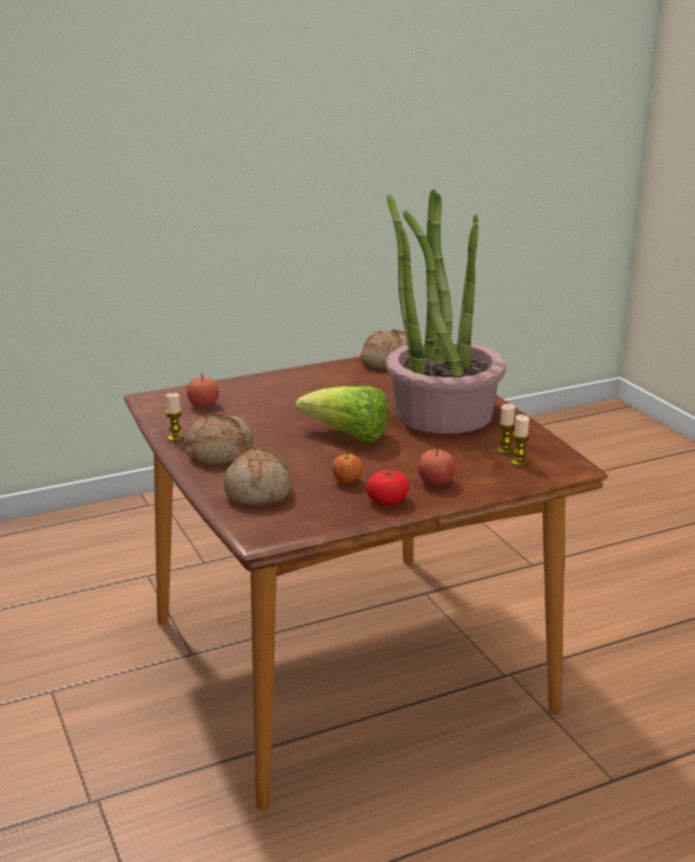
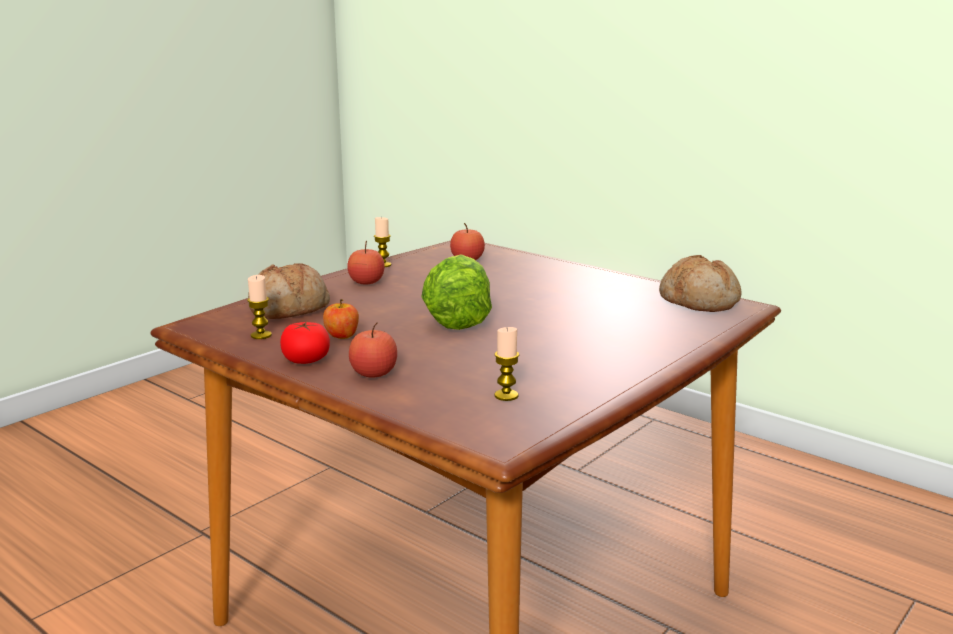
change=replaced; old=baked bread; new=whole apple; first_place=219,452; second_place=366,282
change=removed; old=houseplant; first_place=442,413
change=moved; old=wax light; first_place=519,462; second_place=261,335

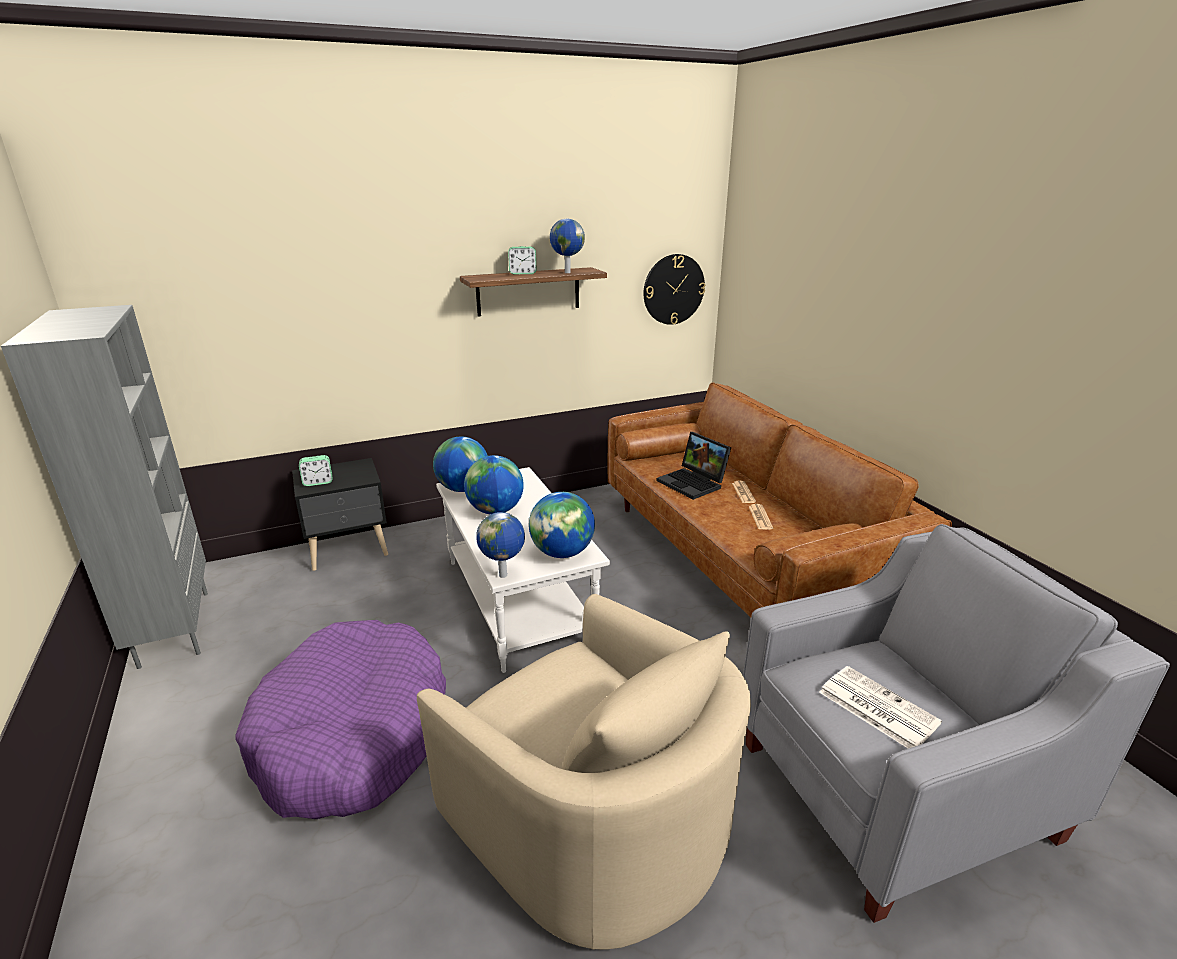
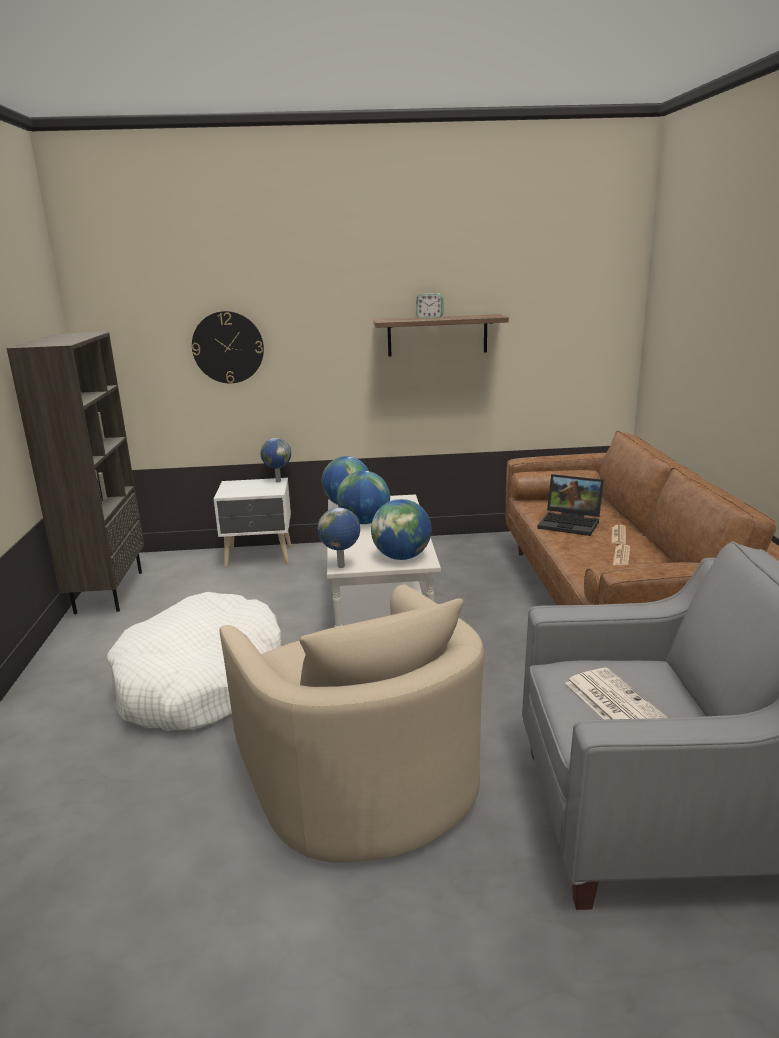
change=recoloured; old=bookshelf in greyish; new=bookshelf in brownish; first_place=173,628; second_place=108,591
change=recoloured; old=pet bed in purple-coloured; new=pet bed in whitish; first_place=353,734; second_place=201,681
change=recoloured; old=nightstand in blackish; new=nightstand in whitish; first_place=349,551; second_place=260,557
change=removed; old=table clock; first_place=318,482
change=moved; old=desk globe; first_place=567,272; second_place=278,481
change=moved; old=wall clock; first_place=673,289; second_place=228,347
change=turned; old=laptop; first_place=694,483; second_place=571,523; degrees=-45

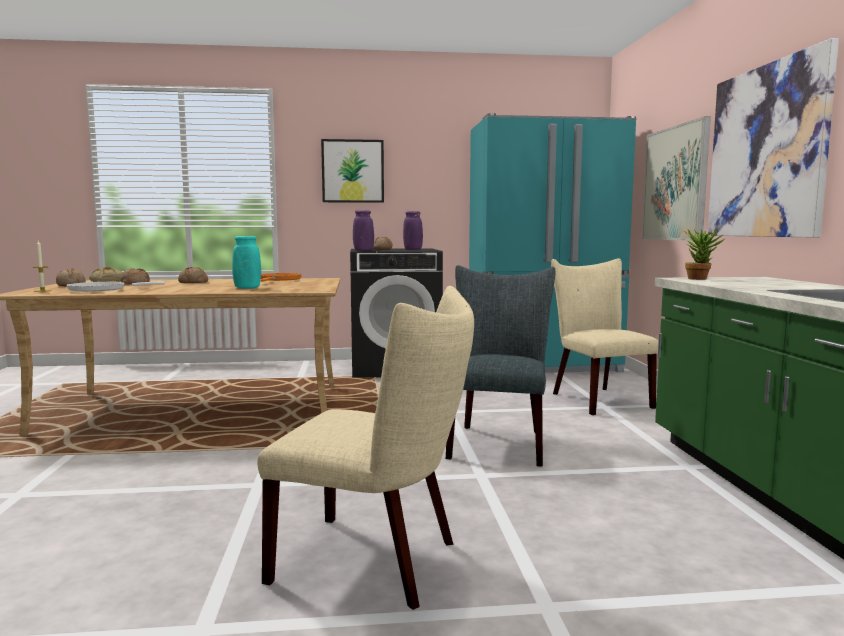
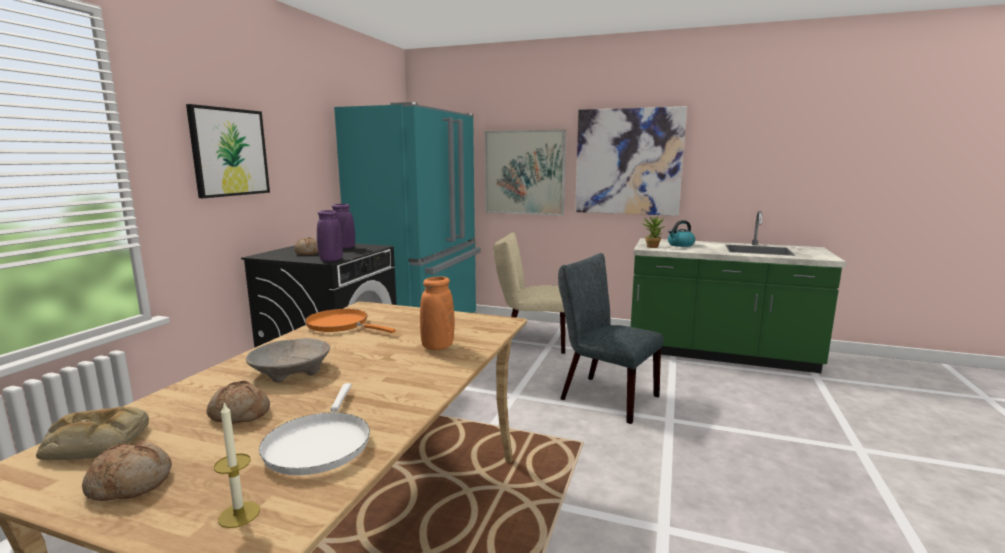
change=replaced; old=baked bread; new=deep dish in beige; first_place=193,282; second_place=290,371
change=recoloured; old=flower vase in turquoise-coloured; new=flower vase in orangey; first_place=247,288; second_place=437,346
change=removed; old=plain chair in beige; first_place=377,561
change=added; new=kettle; second_place=680,245

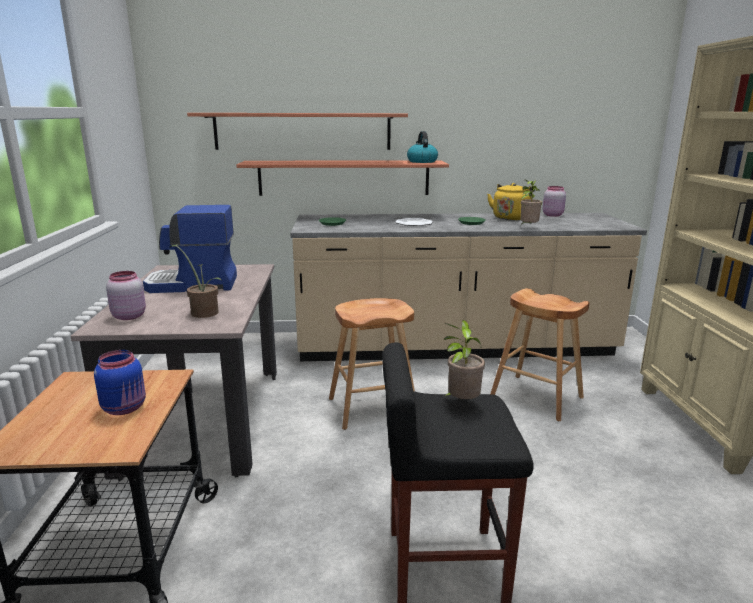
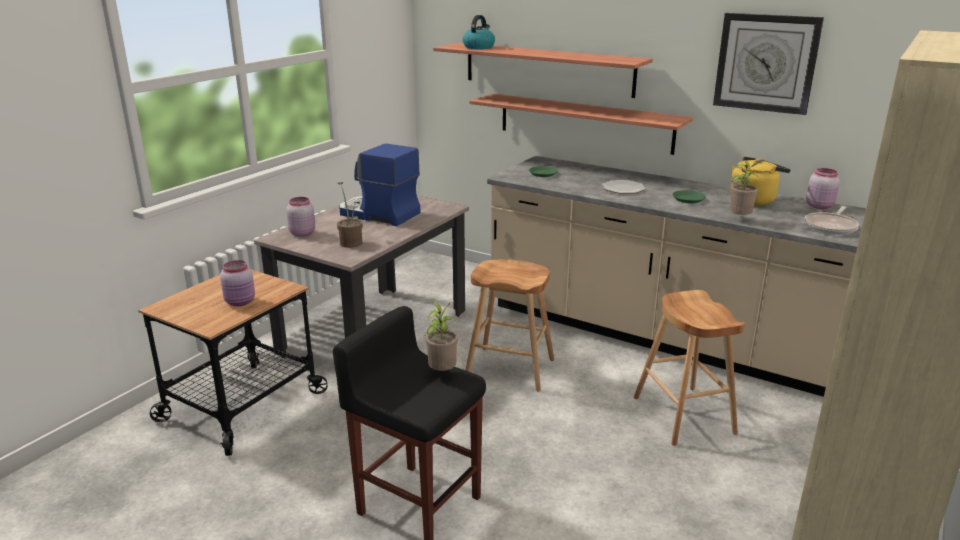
change=recoloured; old=preserve jar in blue-coloured; new=preserve jar in pink-coloured; first_place=125,408; second_place=241,302
change=moved; old=kettle; first_place=421,161; second_place=479,47
change=added; new=wall clock; second_place=766,63
change=added; new=pan; second_place=831,227

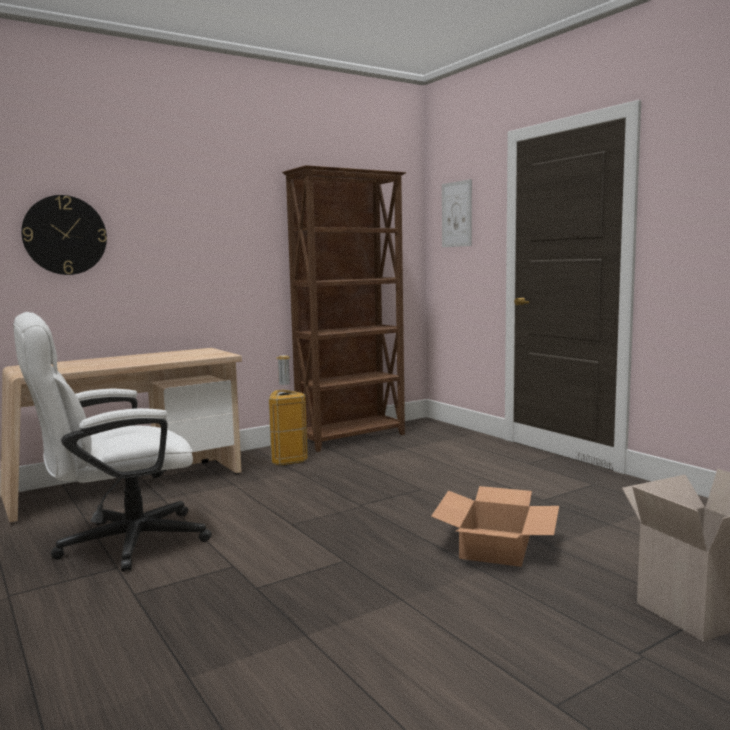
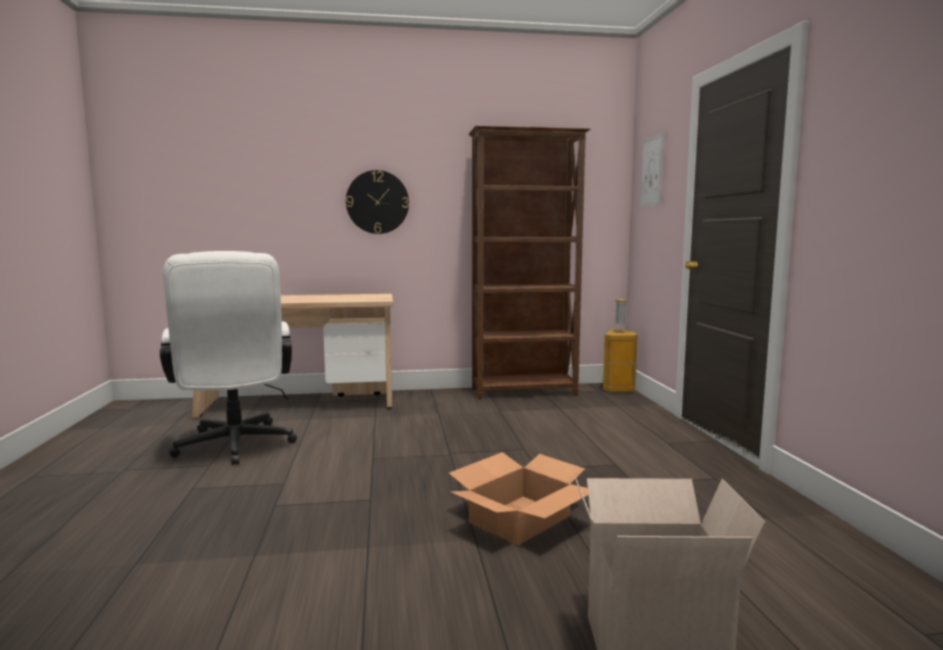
change=turned; old=office chair in whitish; first_place=118,544; second_place=235,447; degrees=-105
change=moved; old=wall clock; first_place=65,235; second_place=377,202
change=moved; old=rubbish bin; first_place=287,460; second_place=617,389

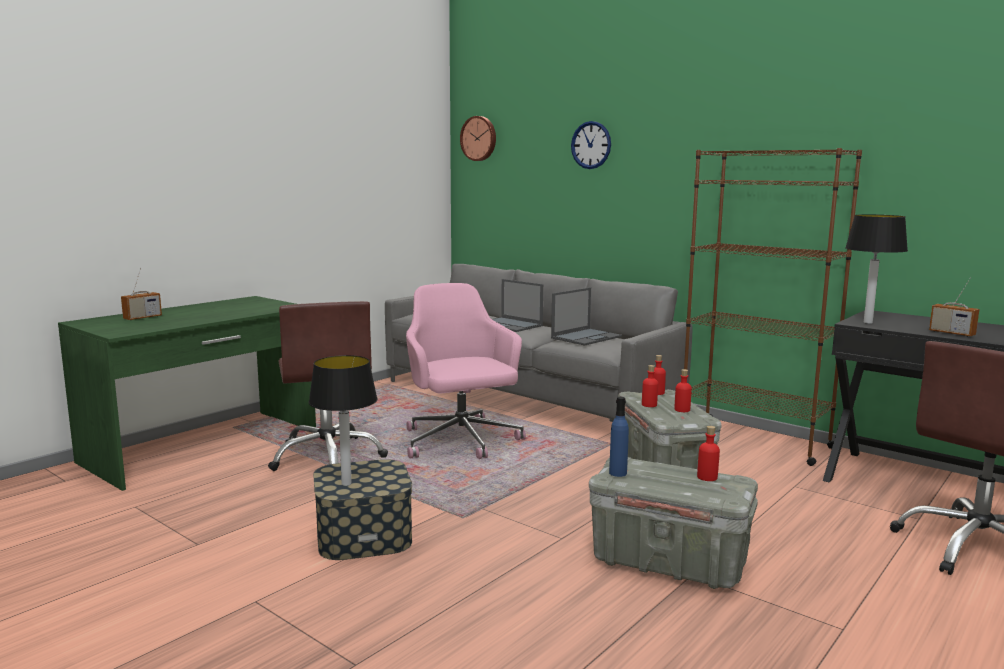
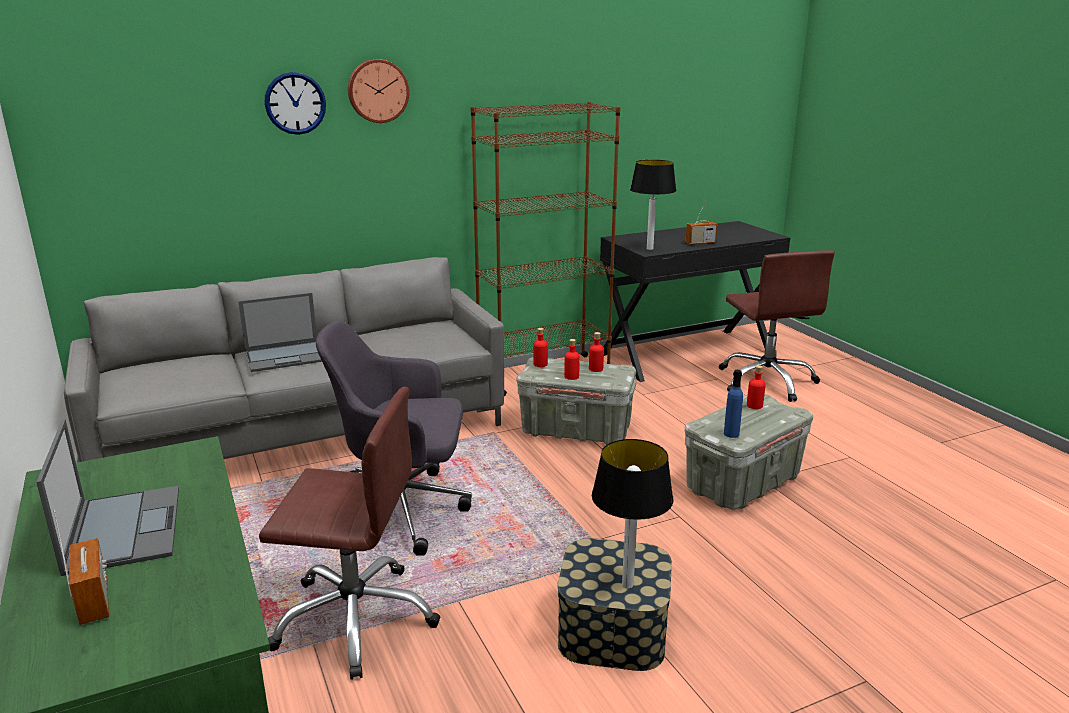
change=recoloured; old=office chair in pink-coloured; new=office chair in greyish; first_place=461,441; second_place=403,510
change=moved; old=wall clock; first_place=479,138; second_place=377,91
change=moved; old=laptop; first_place=586,337; second_place=124,528

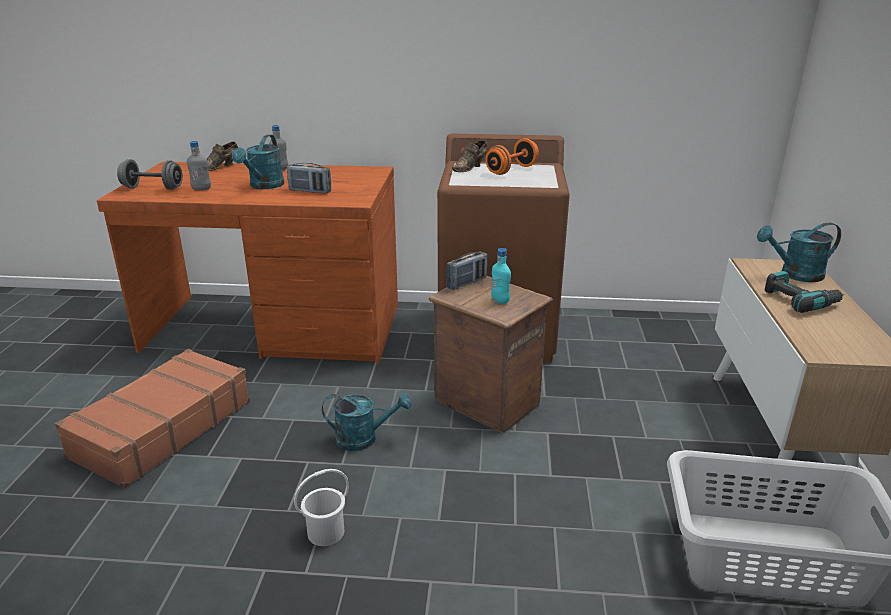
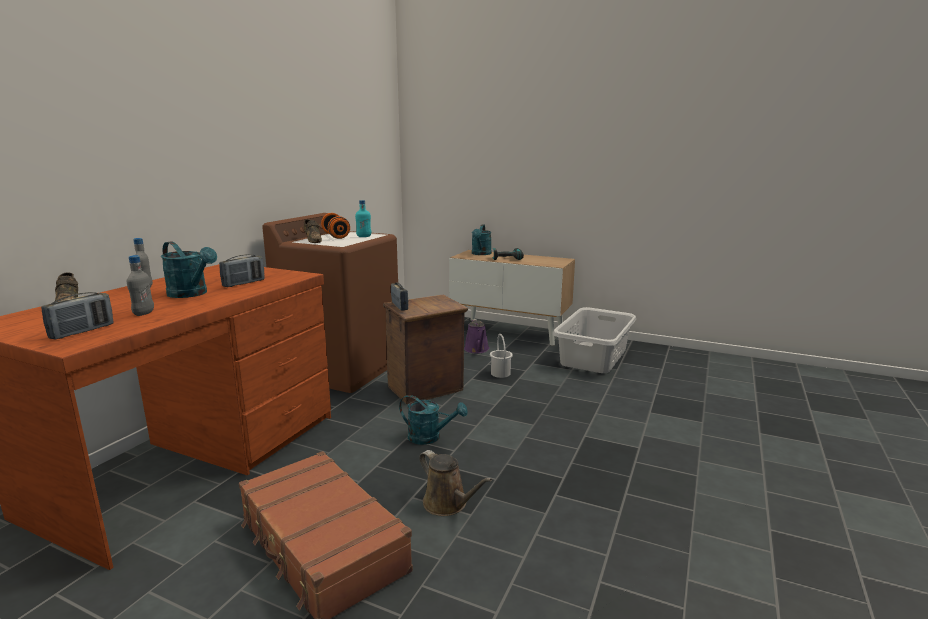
change=replaced; old=dumbbell in greyish; new=radio; first_place=153,188; second_place=82,331
change=moved; old=bucket in whitish; first_place=326,532; second_place=501,373
change=turned; old=watering can in turquoise-coloured; first_place=364,438; second_place=430,437; degrees=90
change=moved; old=beverage bottle in turquoise-coloured; first_place=500,301; second_place=364,236
change=added; new=watering can in brownish; second_place=448,504
change=added; new=watering can in purple-coloured; second_place=477,350

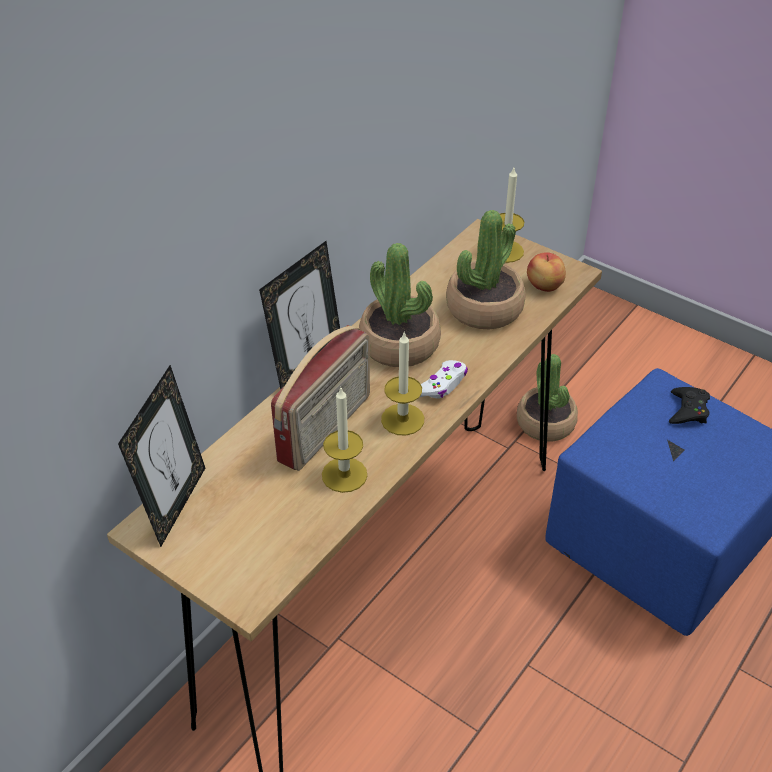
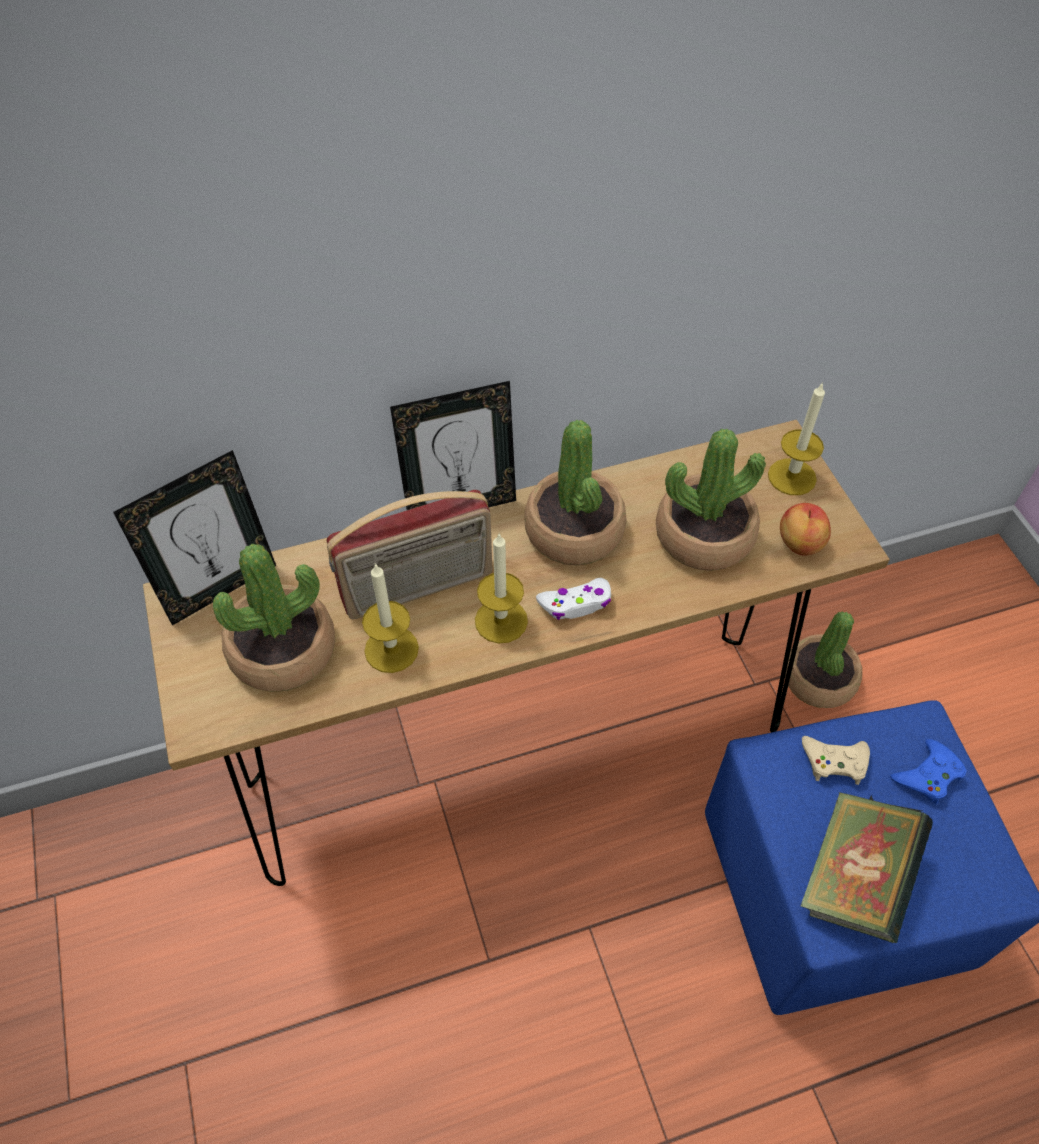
change=recoloured; old=gamepad in blackish; new=gamepad in blue-coloured; first_place=688,410; second_place=928,775
change=added; new=houseplant; second_place=283,651
change=added; new=book; second_place=854,879
change=added; new=gamepad in beige; second_place=834,762

